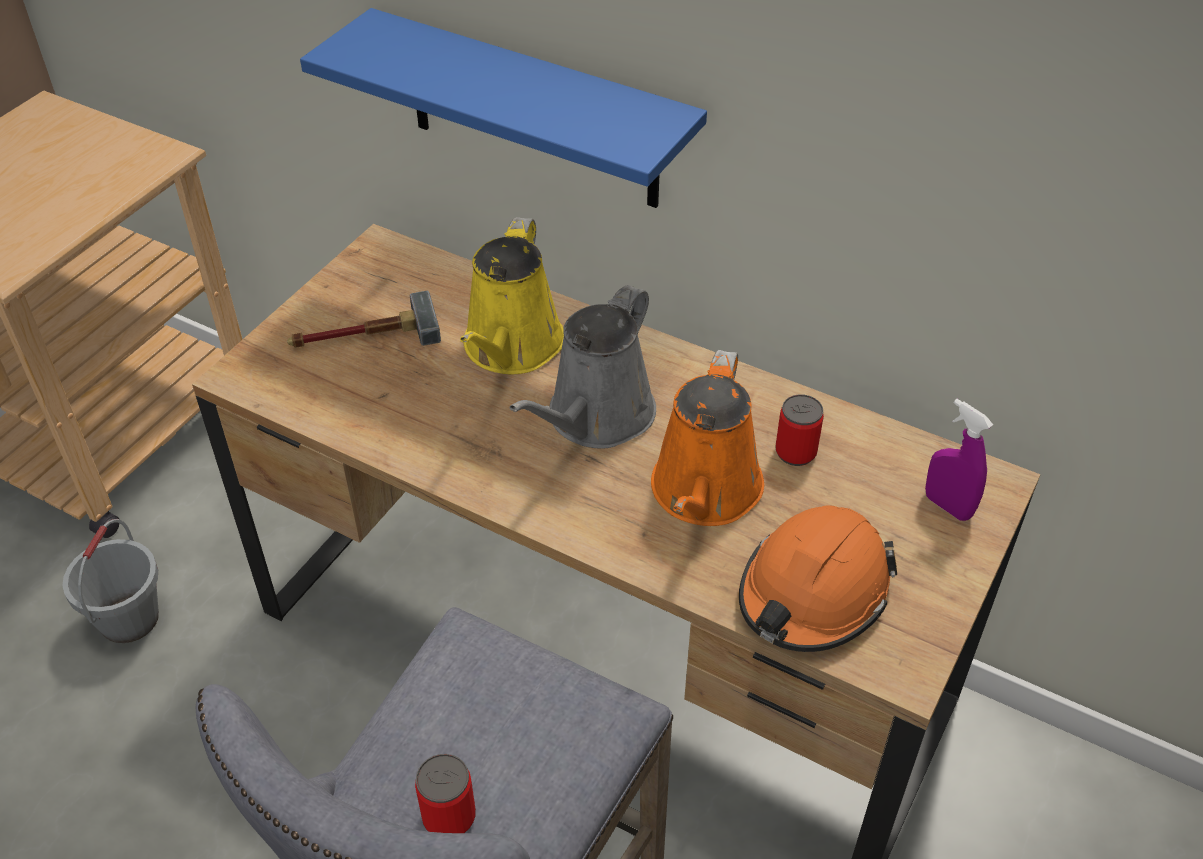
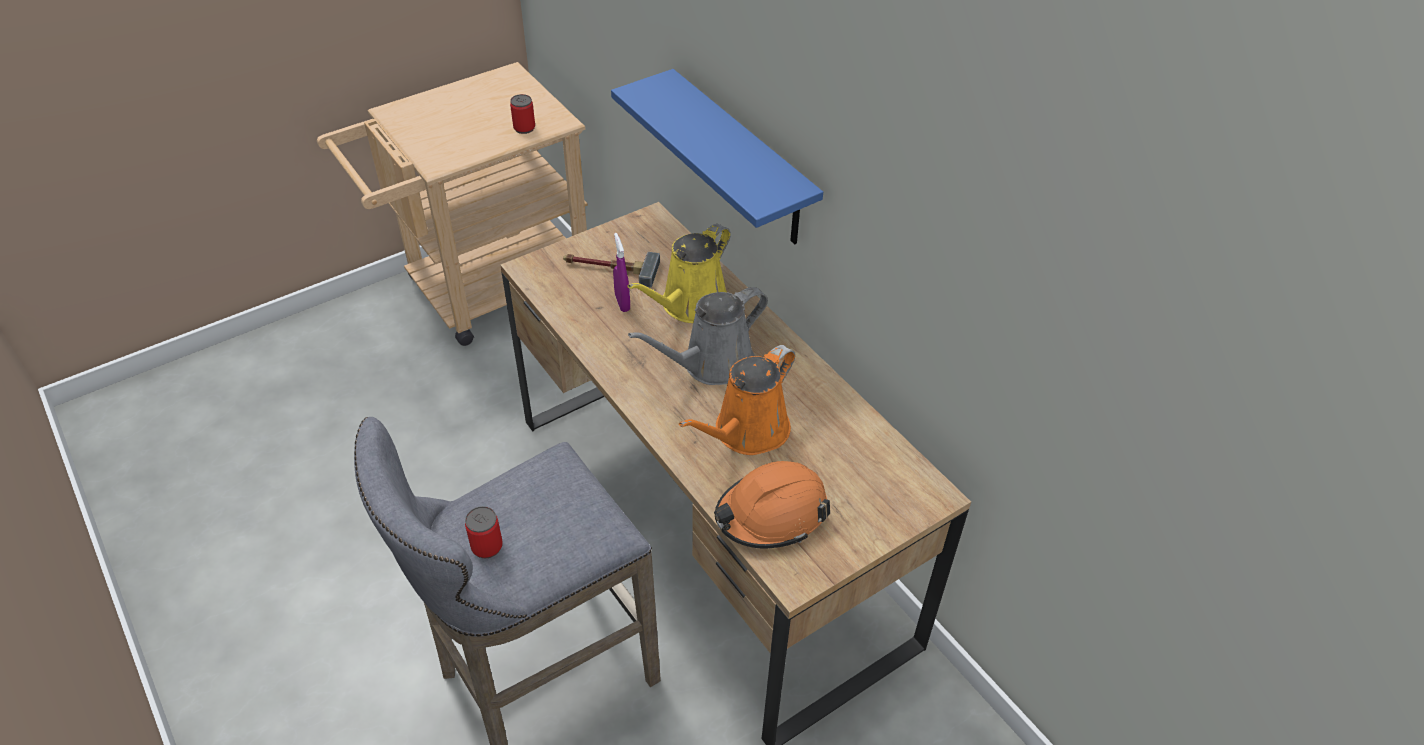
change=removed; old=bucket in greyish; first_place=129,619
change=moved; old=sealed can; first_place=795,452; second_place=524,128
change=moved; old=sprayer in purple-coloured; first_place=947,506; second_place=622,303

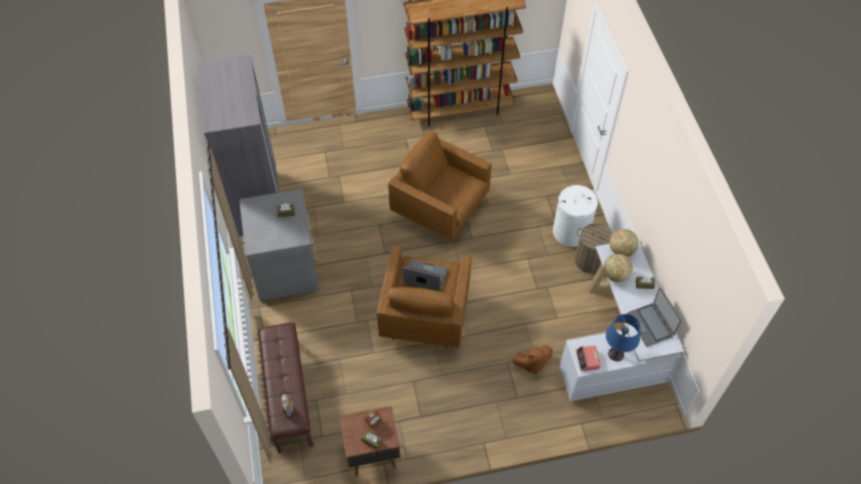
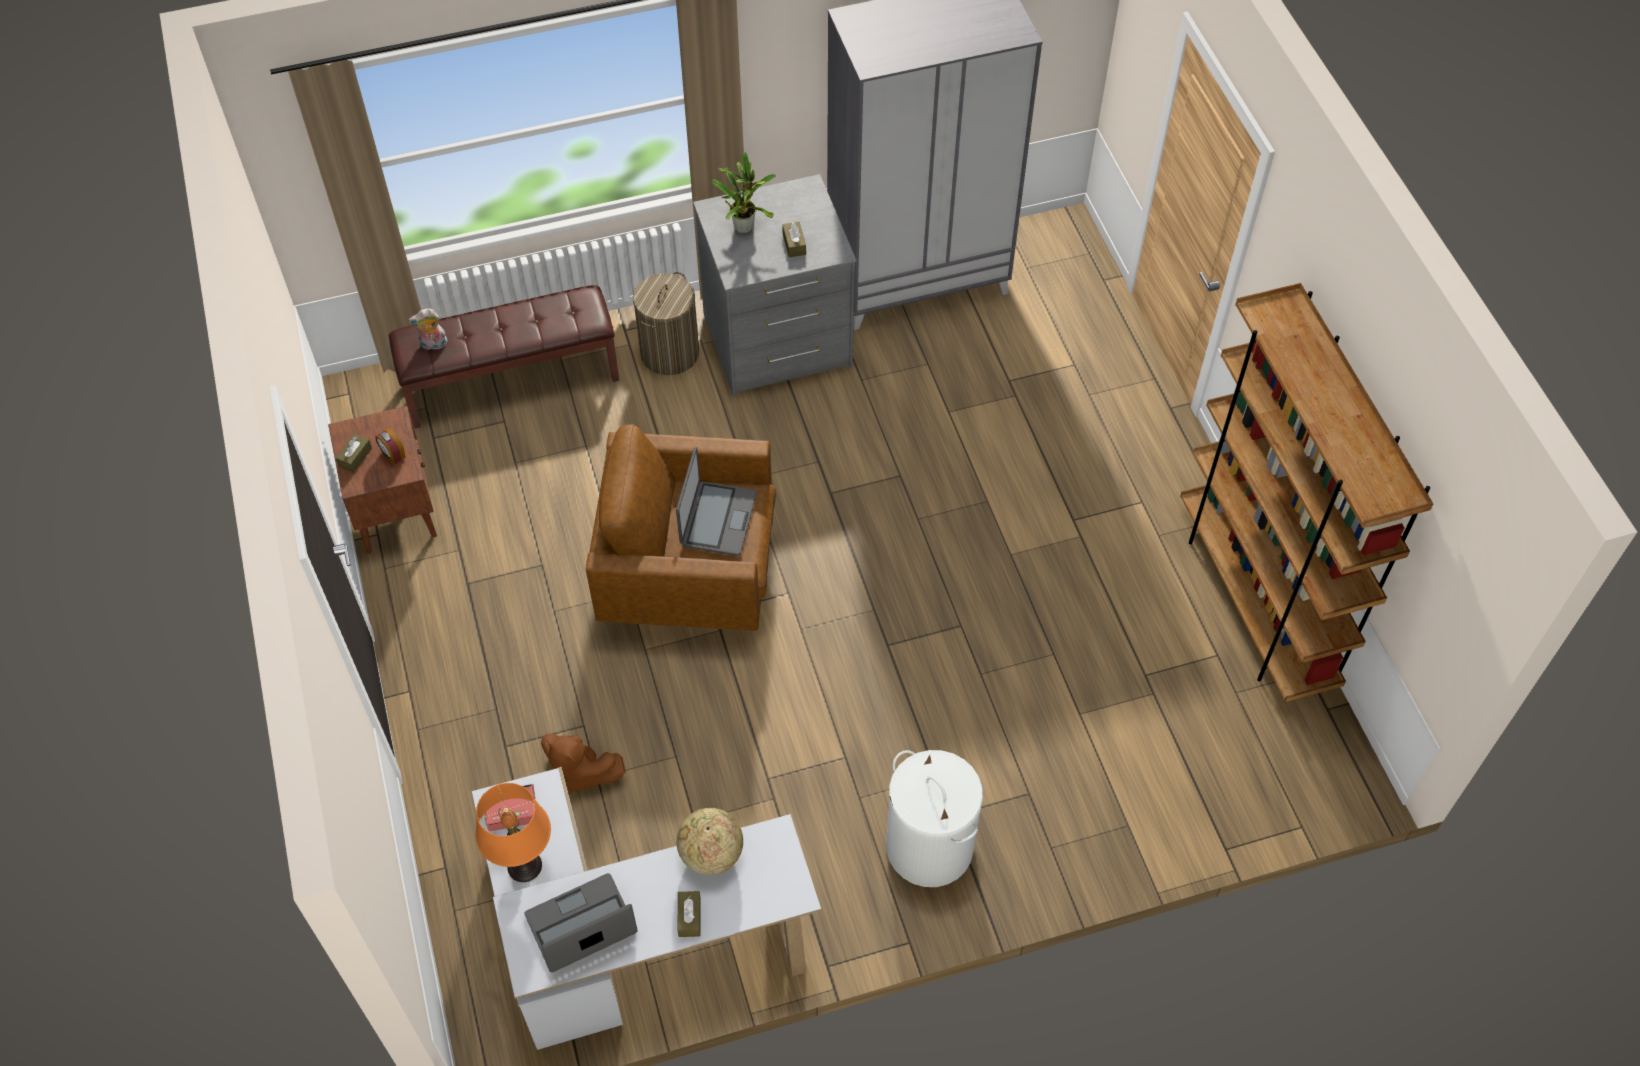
change=removed; old=armchair in brownish; first_place=440,208
change=turned; old=soft toy in brownish; first_place=532,364; second_place=581,772; degrees=-45
change=moved; old=washing basket; first_place=589,261; second_place=670,353
change=recoloured; old=table lamp in blue-coloured; new=table lamp in orangey; first_place=616,354; second_place=524,866
change=removed; old=desk globe; first_place=621,250
change=added; new=houseplant; second_place=745,225

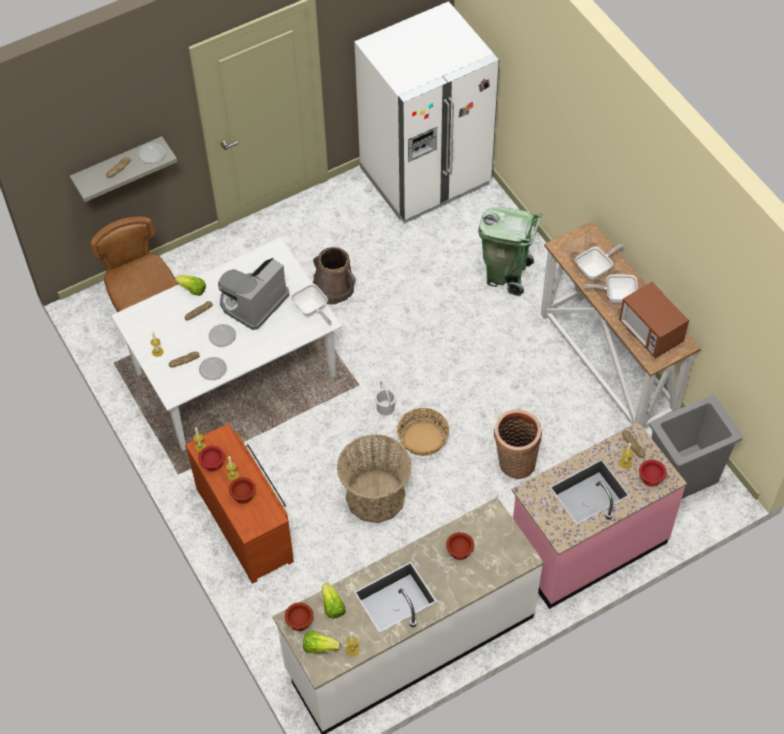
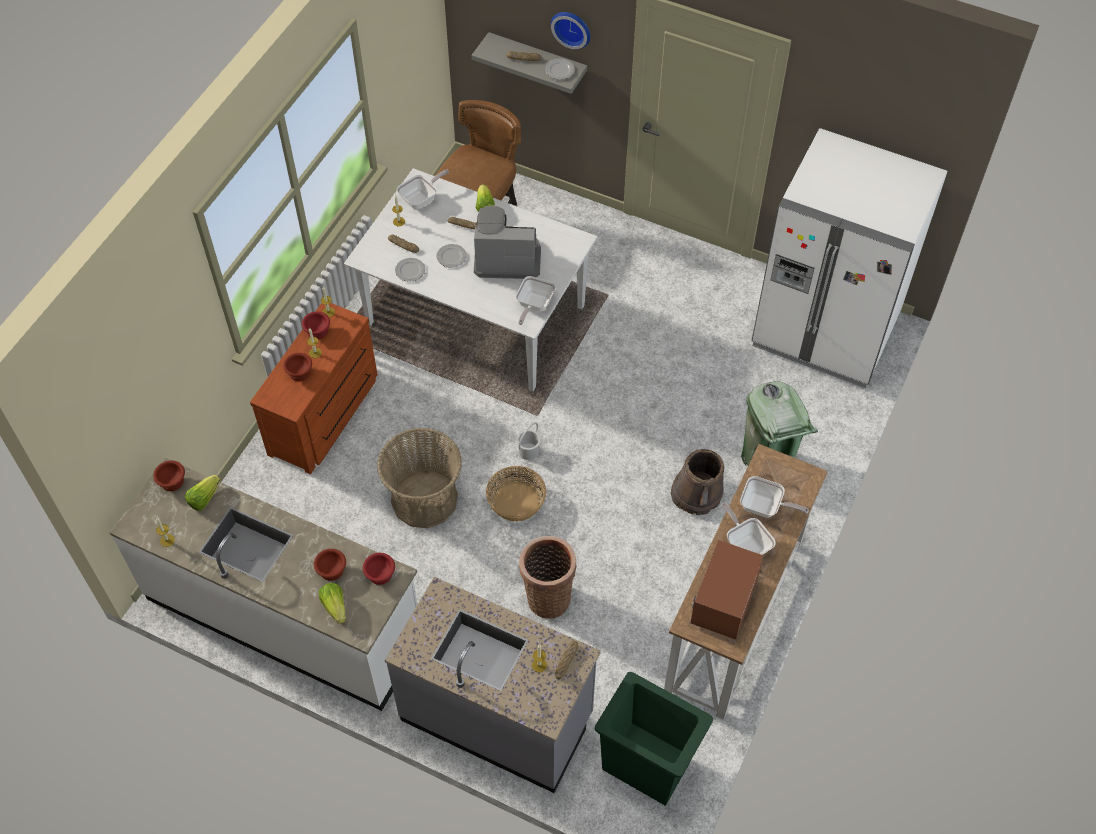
change=moved; old=head of lettuce; first_place=319,647; second_place=335,606
change=moved; old=bucket in brownish; first_place=334,287; second_place=696,494
change=recoloured; old=kitchen counter in pink-coloured; new=kitchen counter in greyish; first_place=587,545; second_place=497,716
change=moved; old=deep dish in red-coloured; first_place=650,477; second_place=380,573
change=recoloured; old=rubbish bin in greyish; new=rubbish bin in greenish; first_place=683,477; second_place=647,766
change=added; new=pan; second_place=421,199
change=added; new=wall clock; second_place=572,27

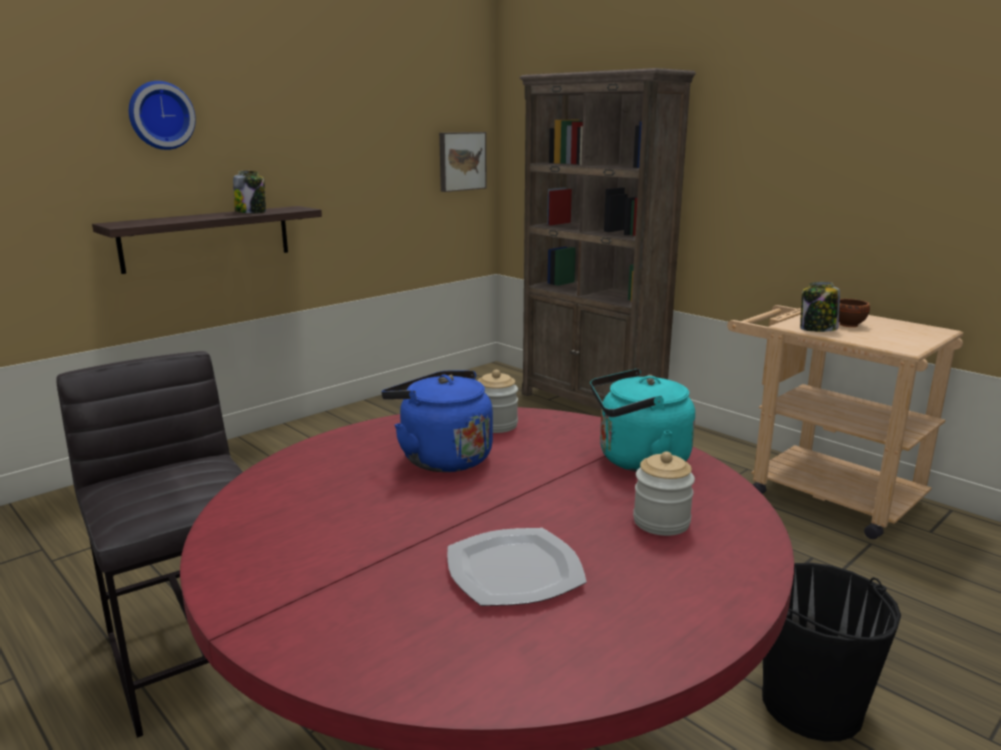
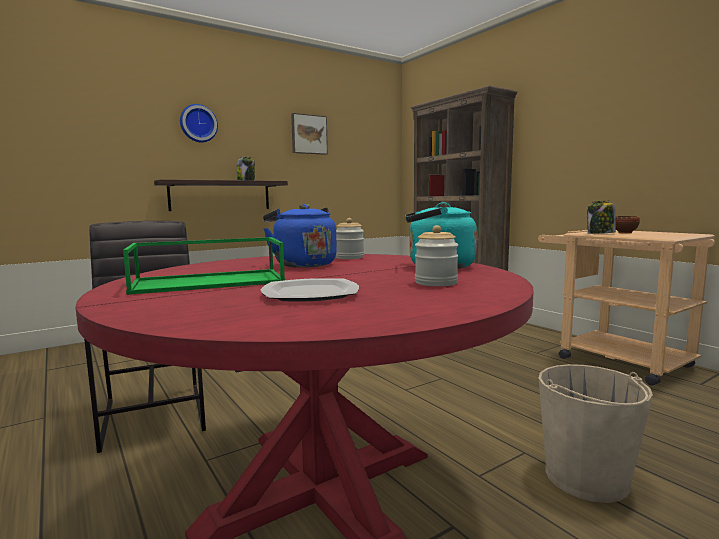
change=moved; old=wall picture; first_place=461,161; second_place=308,134
change=recoloured; old=bucket in blackish; new=bucket in beige; first_place=812,705; second_place=586,478
change=added; new=serving tray in greenish; second_place=210,281

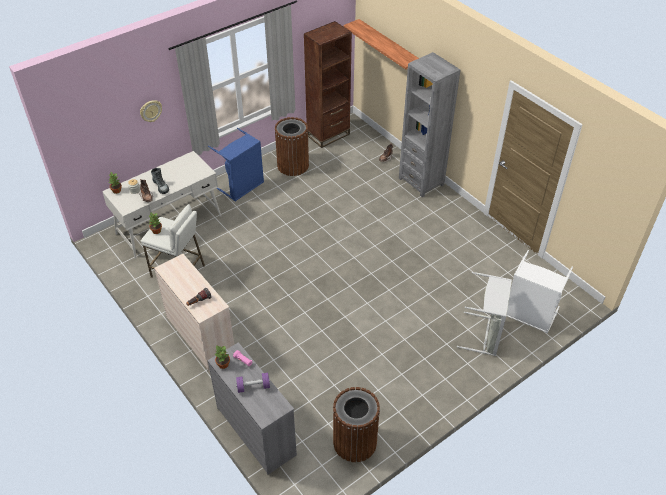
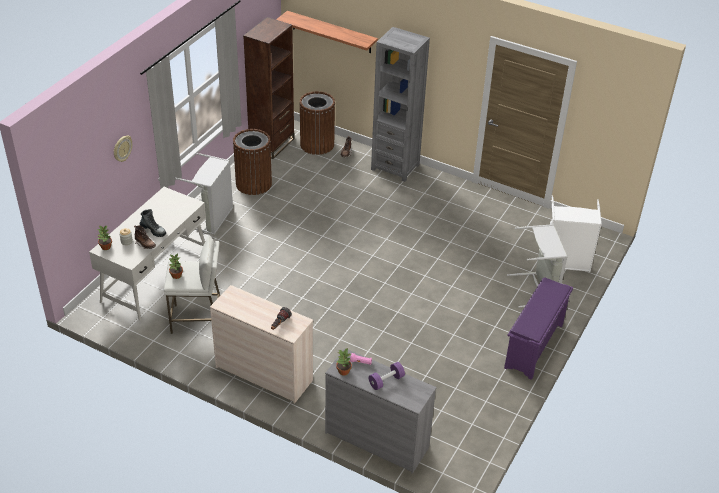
change=recoloured; old=washing basket in blue-coloured; new=washing basket in greyish; first_place=242,187; second_place=212,218
change=moved; old=rubbish bin in brownish; first_place=355,442; second_place=317,144
change=added; new=shoe shelf in purple-coloured; second_place=534,347

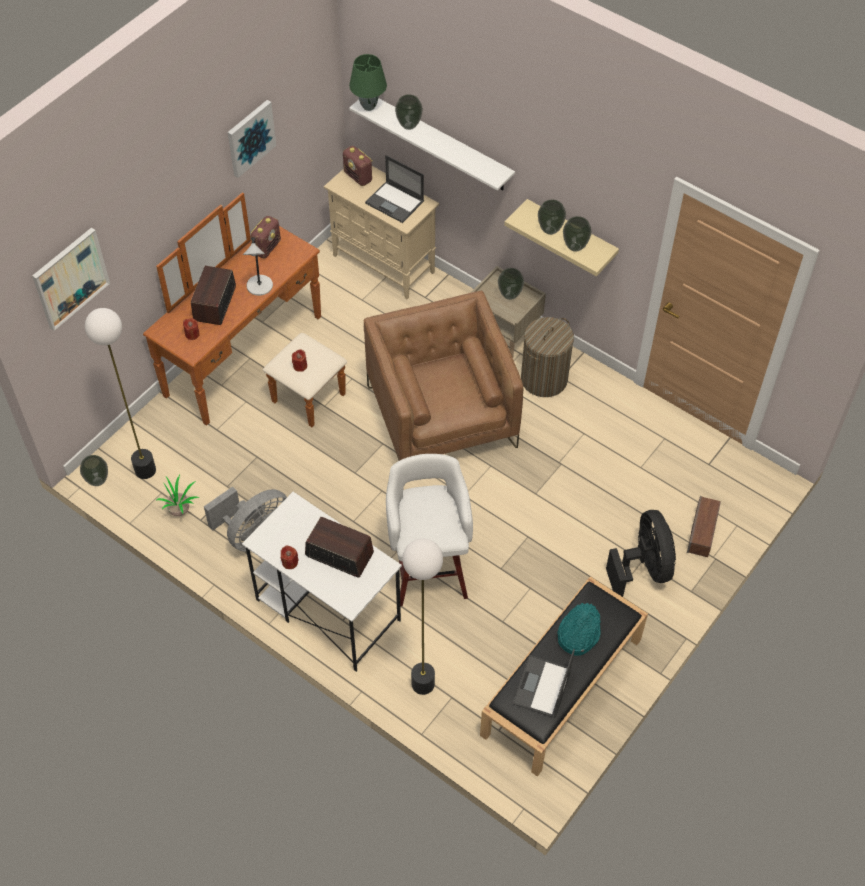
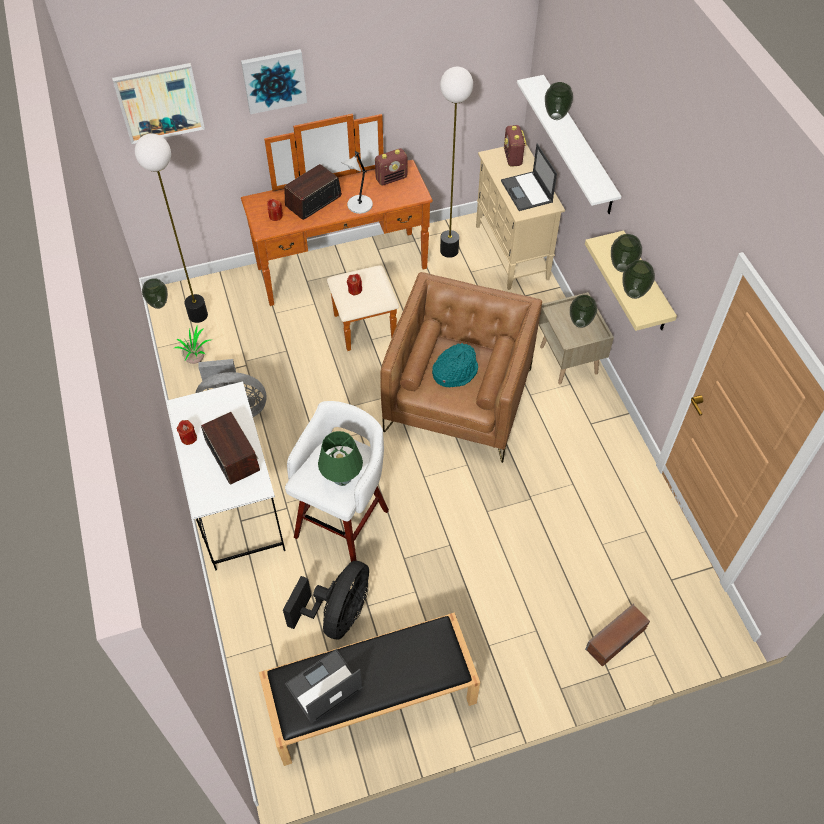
change=moved; old=wall picture; first_place=250,137; second_place=274,80
change=moved; old=table lamp in greenish; first_place=368,107; second_place=341,480
change=moved; old=floor lamp; first_place=423,683; second_place=449,250
change=removed; old=washing basket; first_place=544,379
change=moved; old=hat in turquoise-coloured; first_place=578,634; second_place=454,372
change=moved; old=electric fan in blackish; first_place=643,568; second_place=338,614

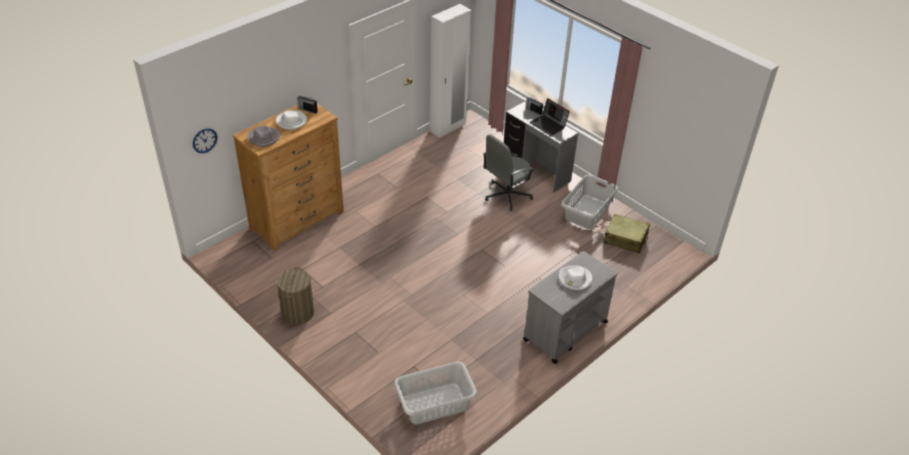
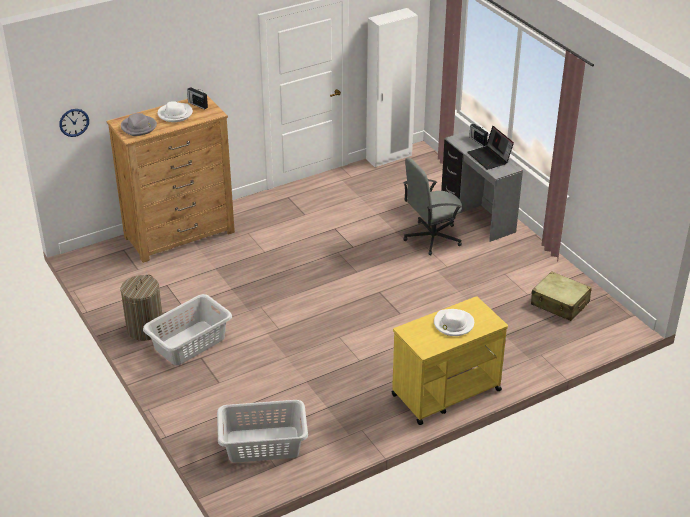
change=recoloured; old=wheeled cart in greyish; new=wheeled cart in yellow; first_place=565,331; second_place=445,392
change=moved; old=washing basket in greyish; first_place=587,211; second_place=190,343

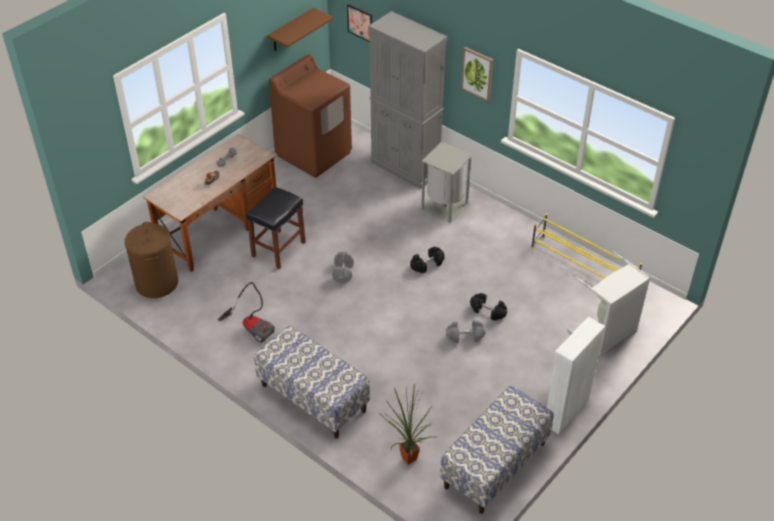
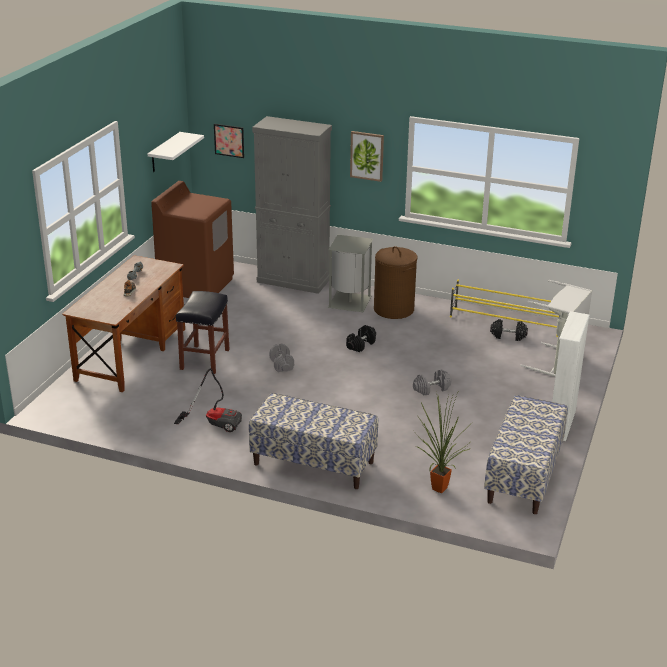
change=moved; old=washing basket in brownish; first_place=157,283; second_place=394,309
change=recoloured; old=shelf in brownish; new=shelf in whitish; first_place=291,30; second_place=164,152
change=moved; old=dumbbell in blackish; first_place=487,311; second_place=508,336

